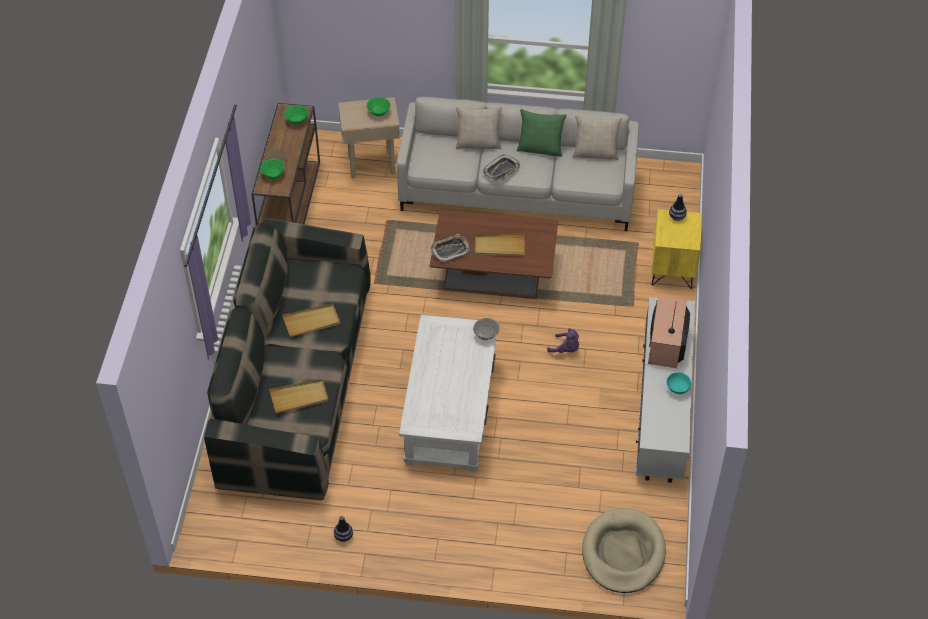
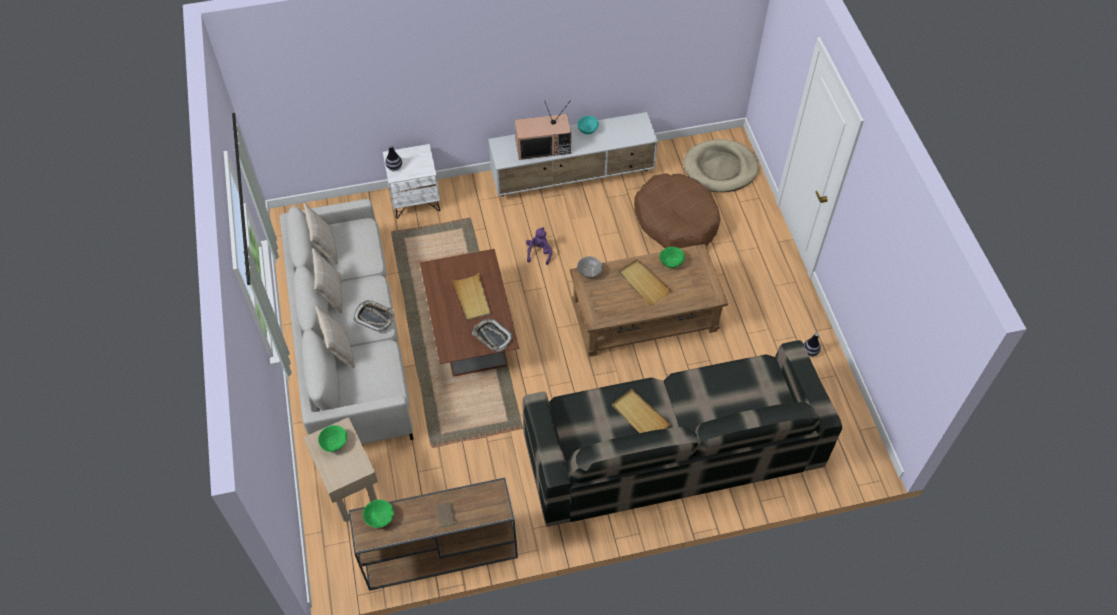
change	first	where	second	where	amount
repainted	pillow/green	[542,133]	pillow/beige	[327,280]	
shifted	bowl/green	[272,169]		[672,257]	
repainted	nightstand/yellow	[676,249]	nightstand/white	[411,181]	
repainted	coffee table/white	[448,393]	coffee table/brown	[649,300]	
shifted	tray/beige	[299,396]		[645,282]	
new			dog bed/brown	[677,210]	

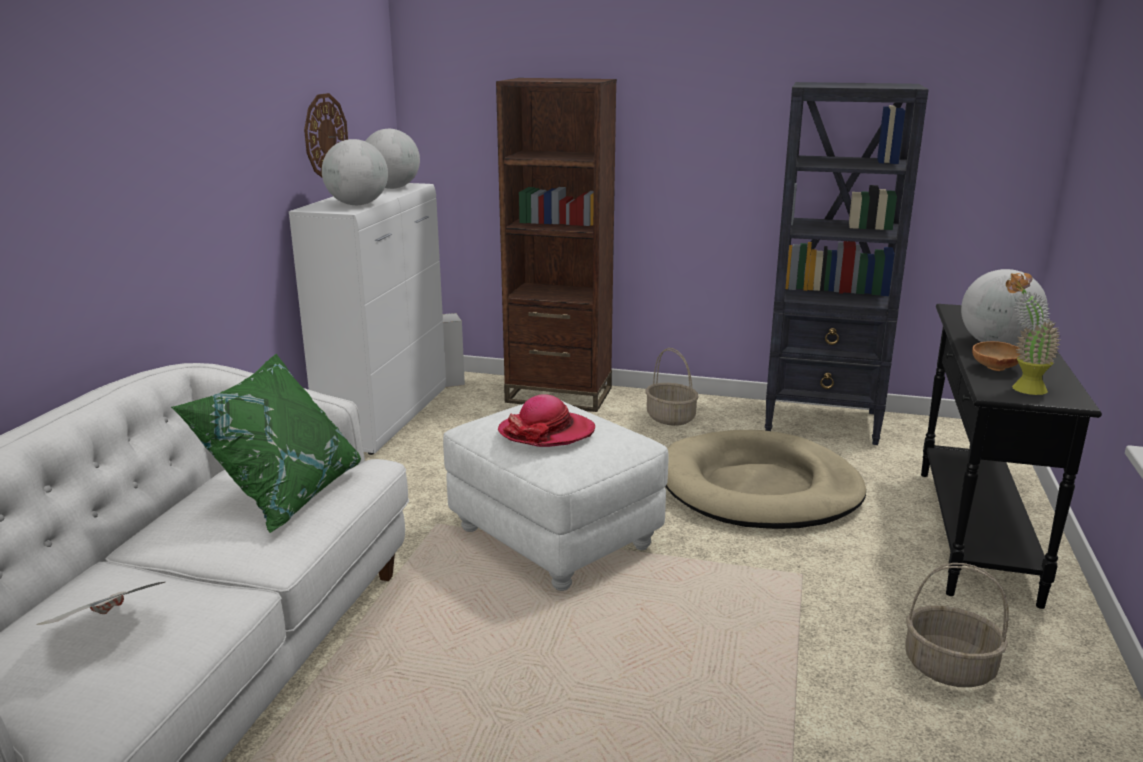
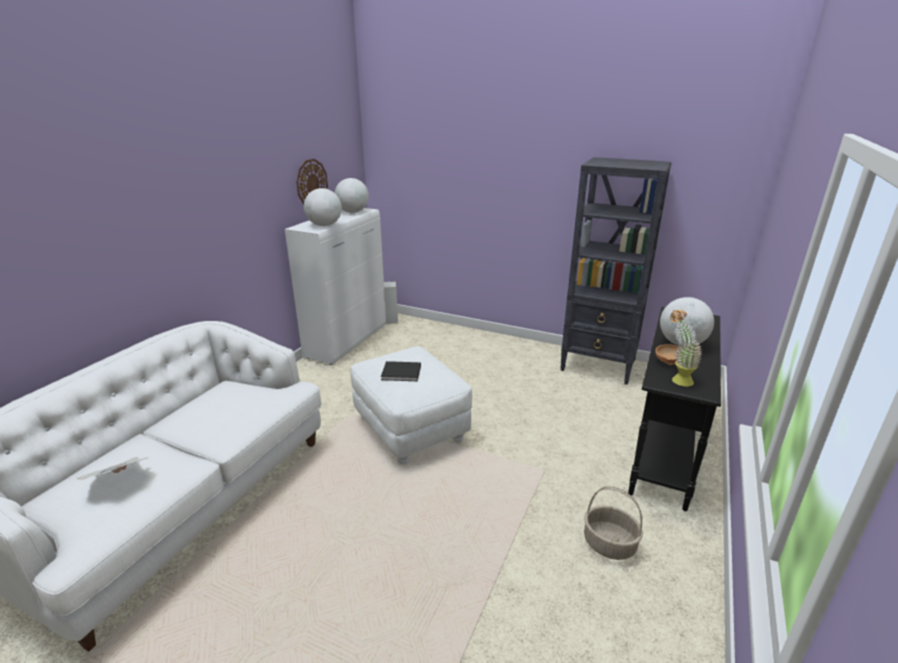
change	first	where	second	where	amount
gone	bookcase/brown	[556,245]			
gone	basket	[672,387]			
gone	pillow/green	[266,443]			
swapped	hat	[546,420]	book/black	[401,371]	
gone	dog bed/beige	[765,479]			

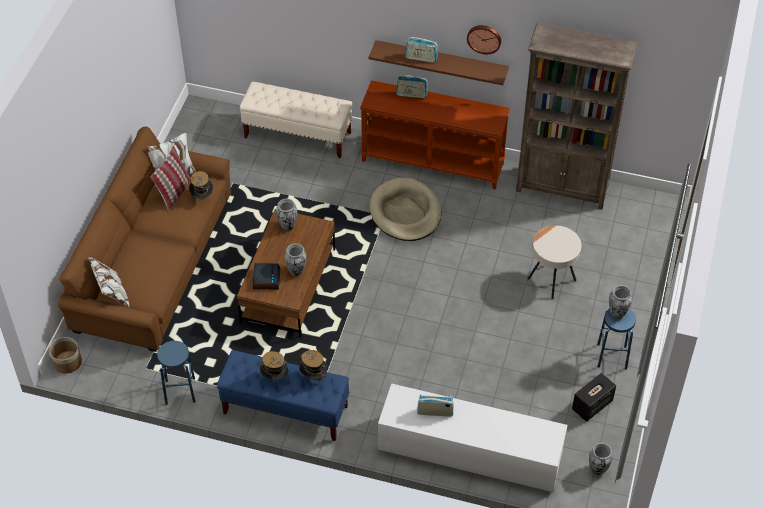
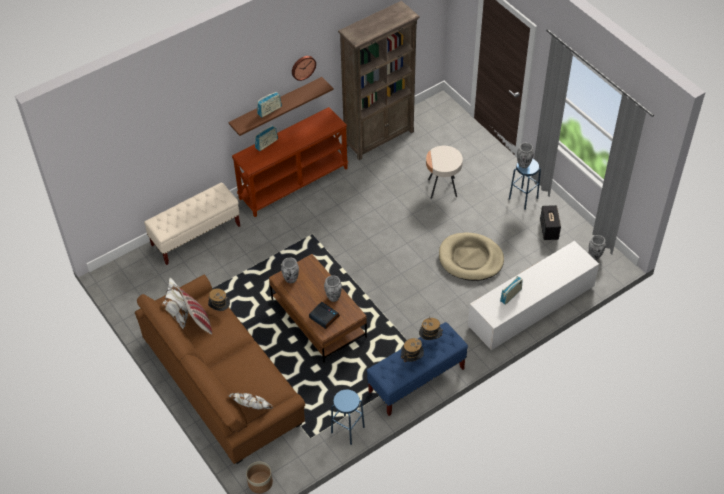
change	first	where	second	where	amount
shifted	dog bed/beige	[405,209]		[471,256]	

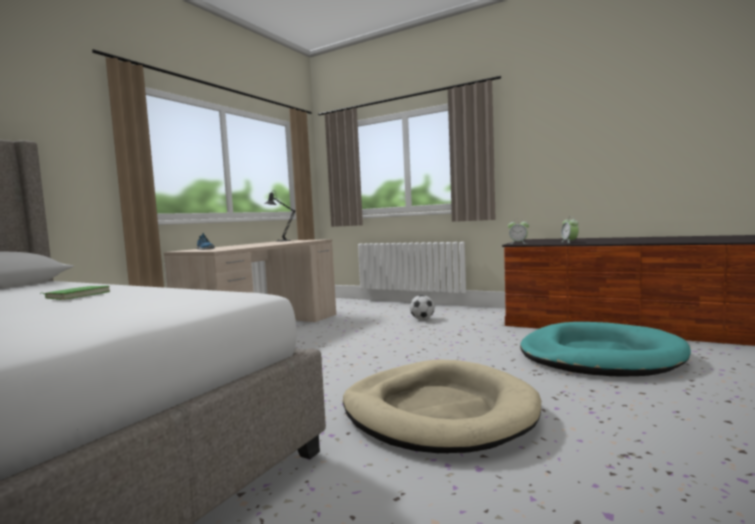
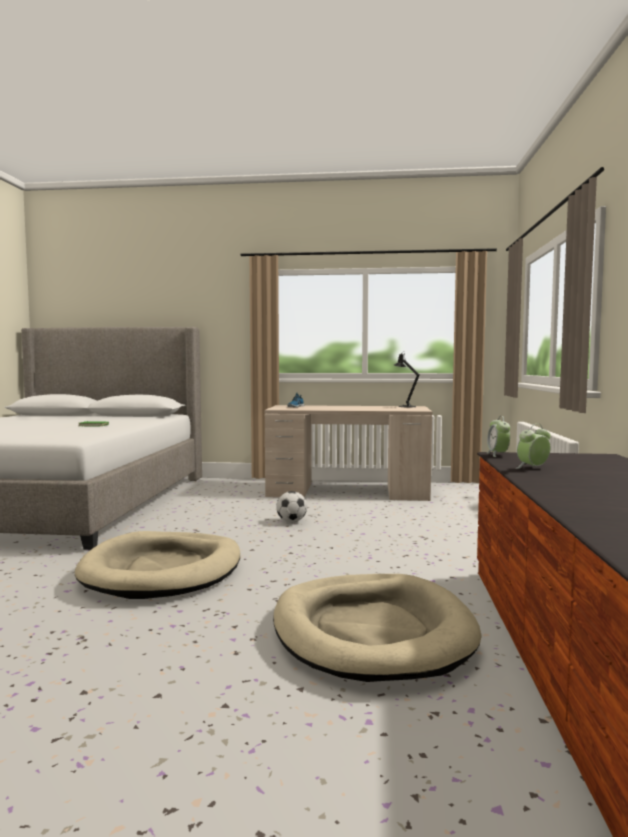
change	first	where	second	where	amount
shifted	football	[422,307]		[291,506]	
repainted	dog bed/turquoise	[605,349]	dog bed/beige	[377,628]	

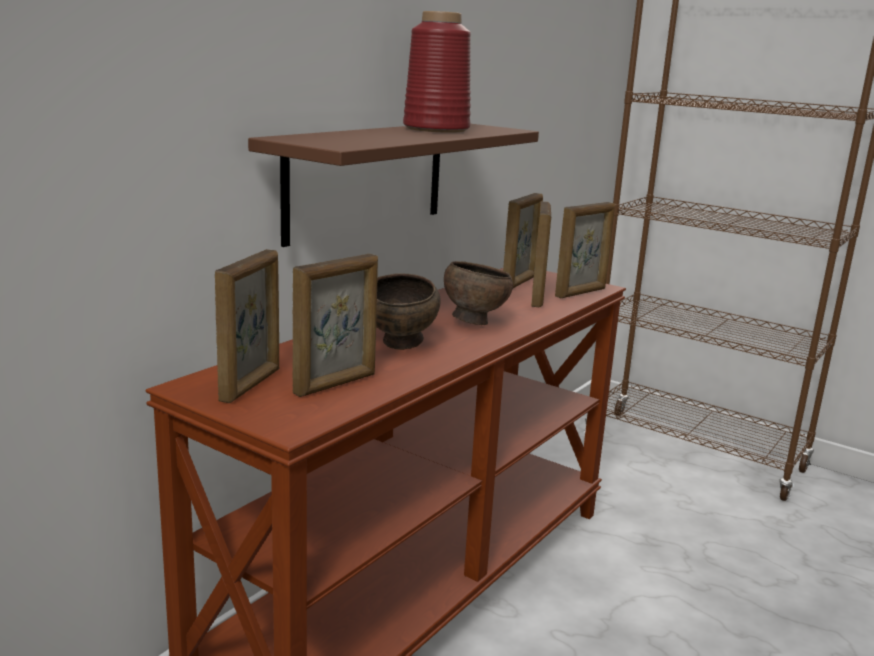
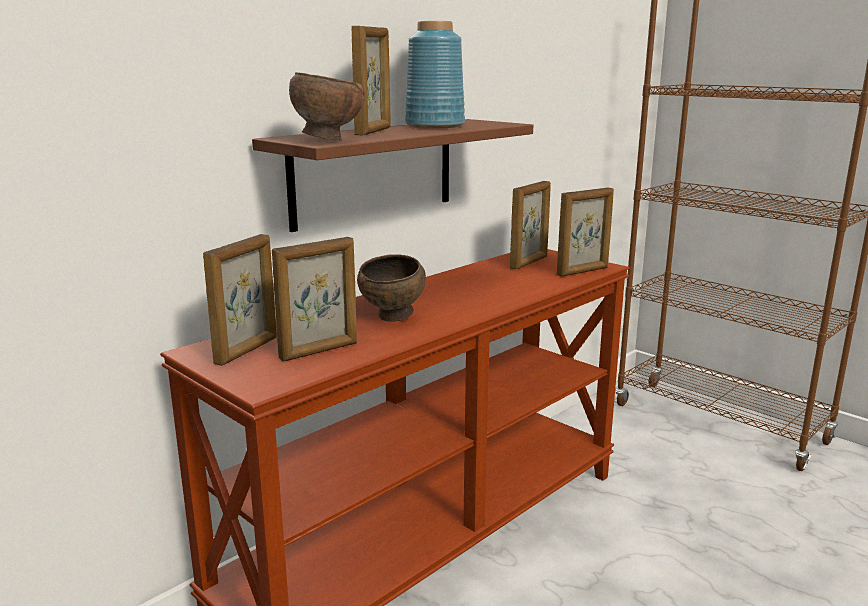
change	first	where	second	where	amount
repainted	vase/red	[437,72]	vase/blue	[435,74]	
shifted	picture frame	[541,254]		[371,80]	
shifted	bowl/brown	[478,293]		[327,106]	

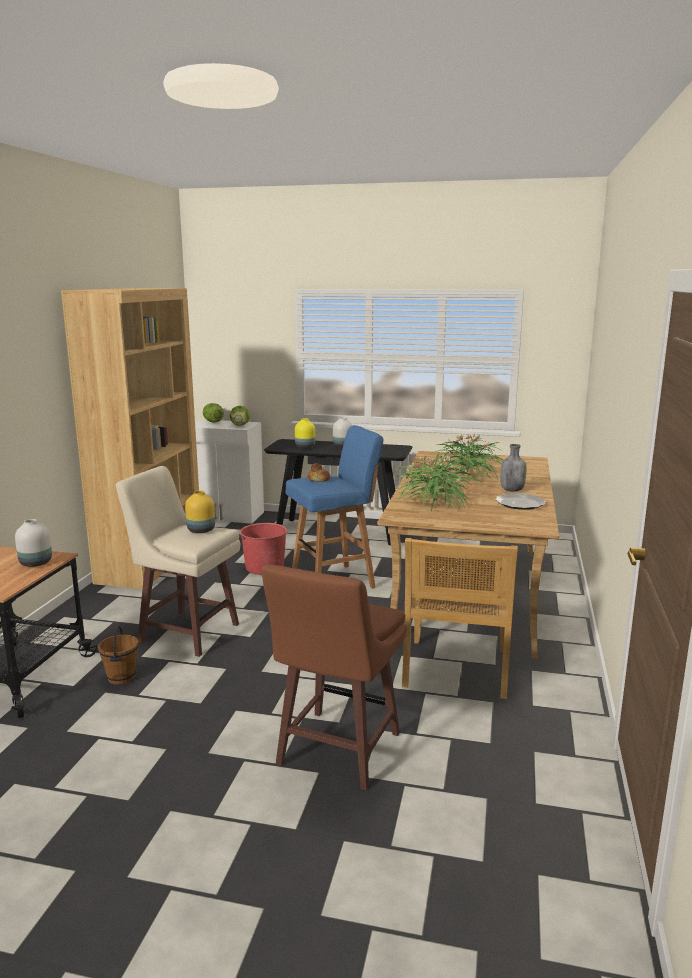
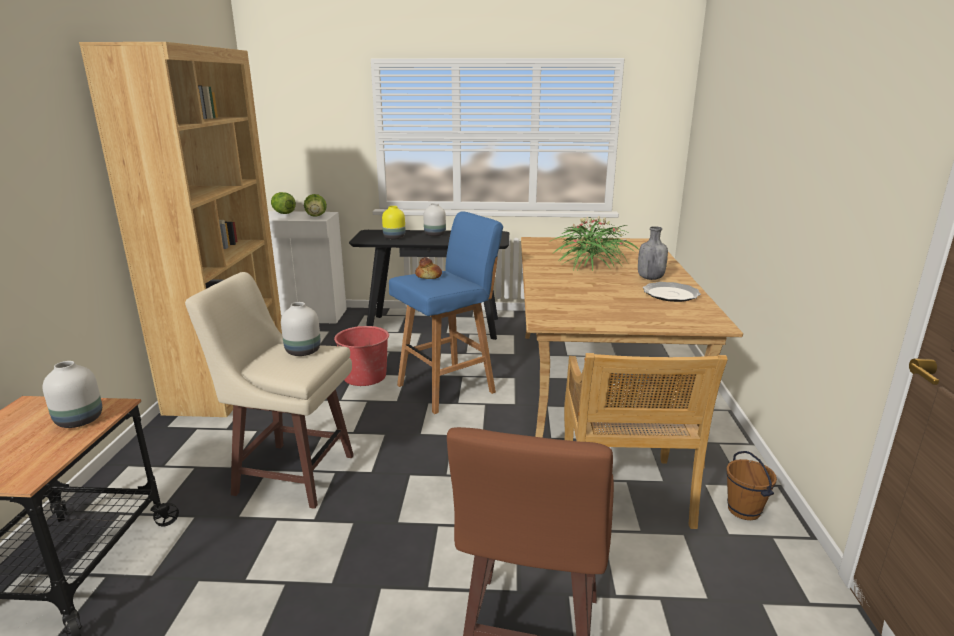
change	first	where	second	where	amount
gone	potted plant	[439,481]			
repainted	vase/yellow	[200,511]	vase/white	[301,329]	
shifted	bucket/brown	[118,655]		[751,485]	

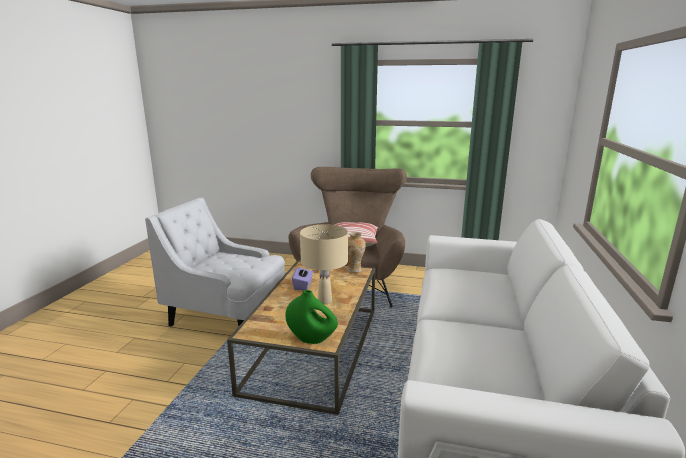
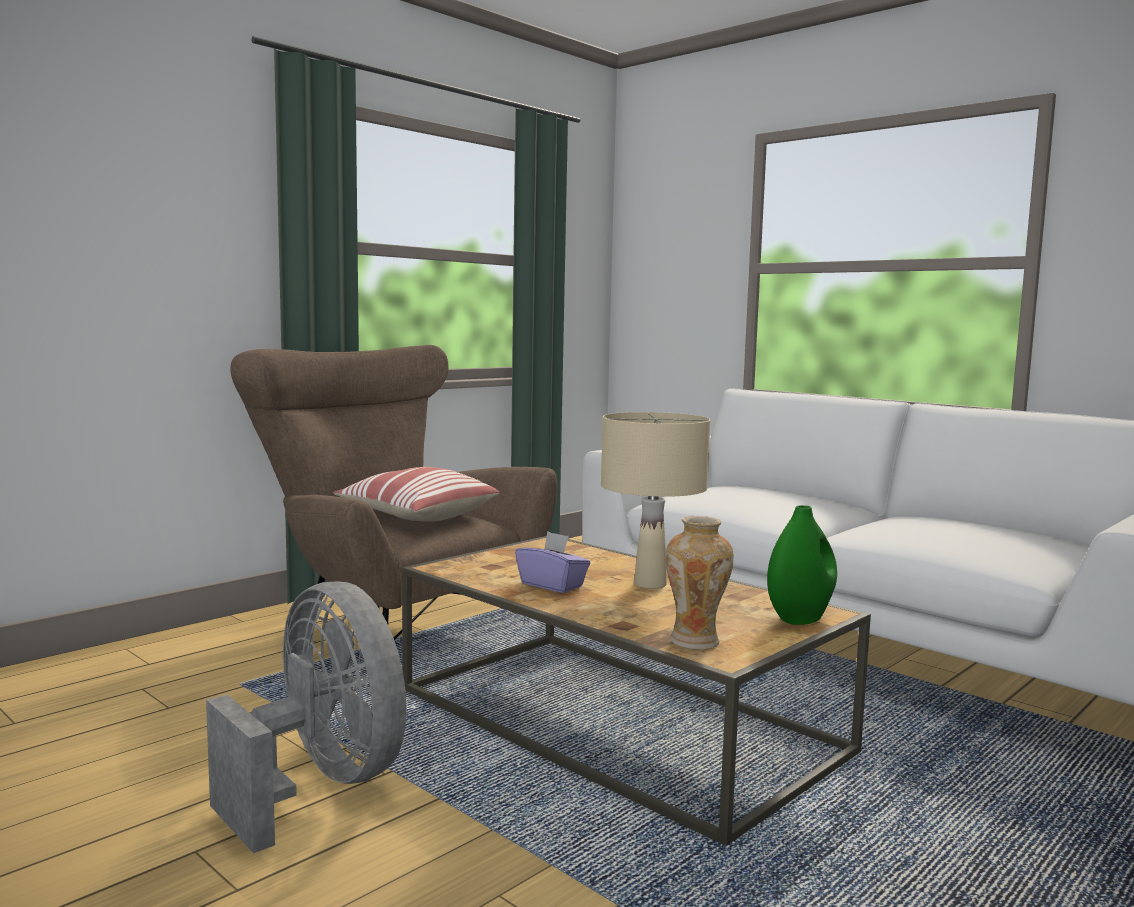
change	first	where	second	where	amount
swapped	armchair/white	[215,262]	fan/grey	[306,717]	
shifted	vase	[356,252]		[700,583]	

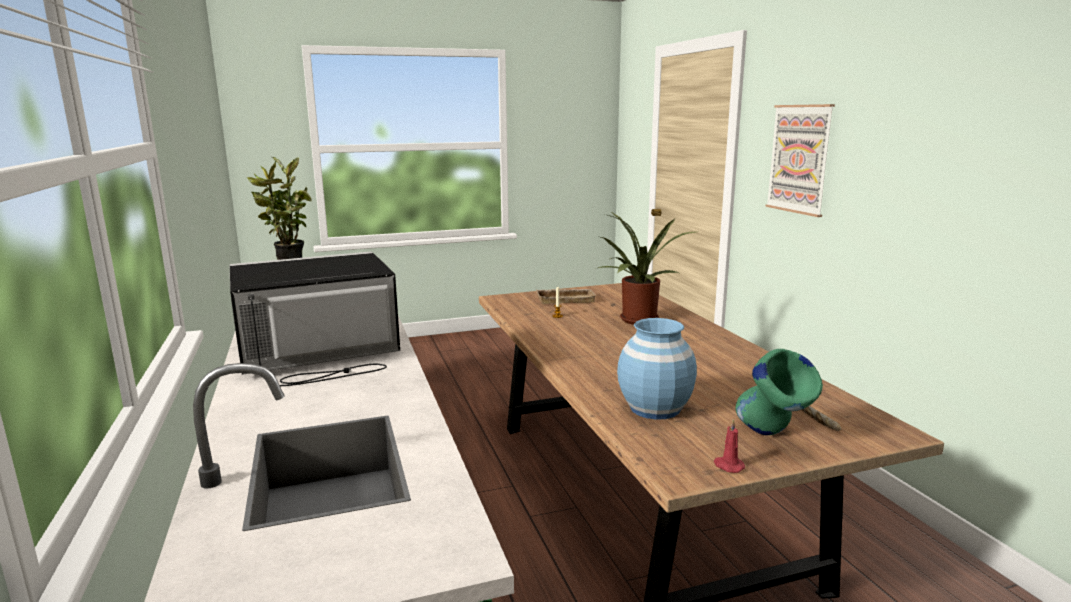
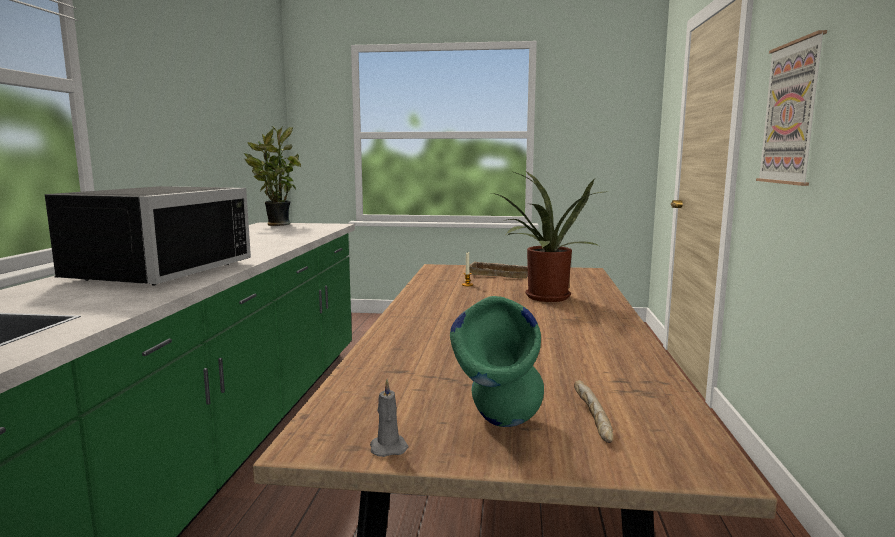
change	first	where	second	where	amount
rotated	microwave/black	[315,318]		[148,236]	105 degrees clockwise
gone	vase/blue	[657,369]			
repainted	candle/red	[729,446]	candle/grey	[389,418]	

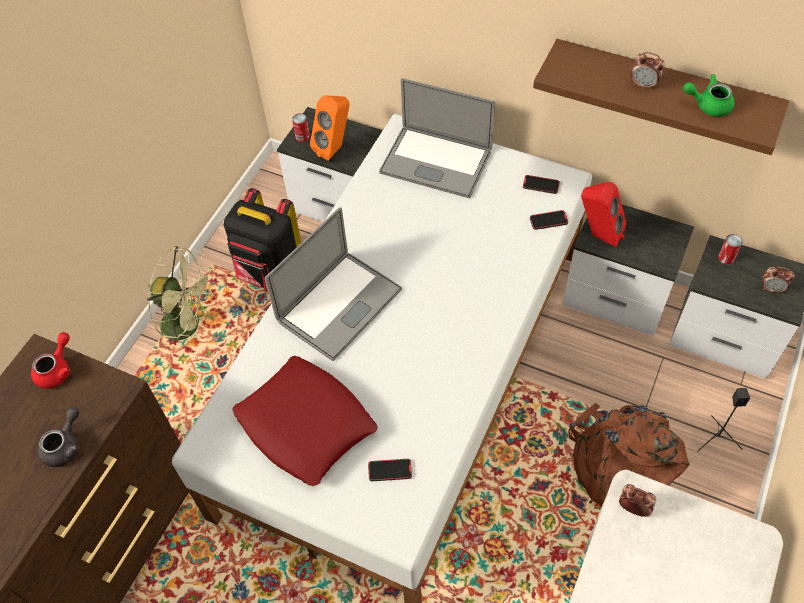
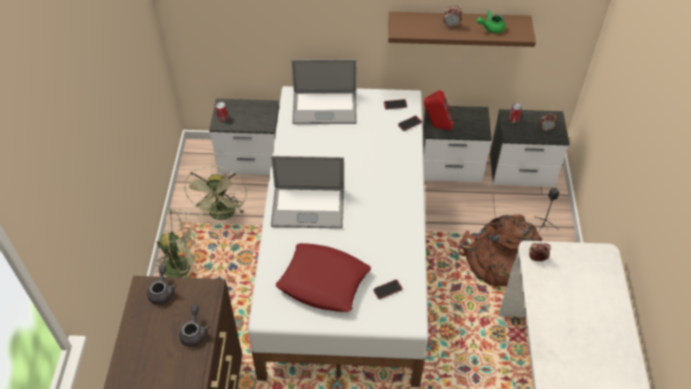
change	first	where	second	where	amount
gone	speaker/orange	[330,128]			
swapped	backpack/black	[262,238]	fan/green	[215,192]	
rotated	laptop	[333,284]		[307,192]	75 degrees clockwise
repainted	teapot/red	[50,360]	teapot/grey	[162,285]	

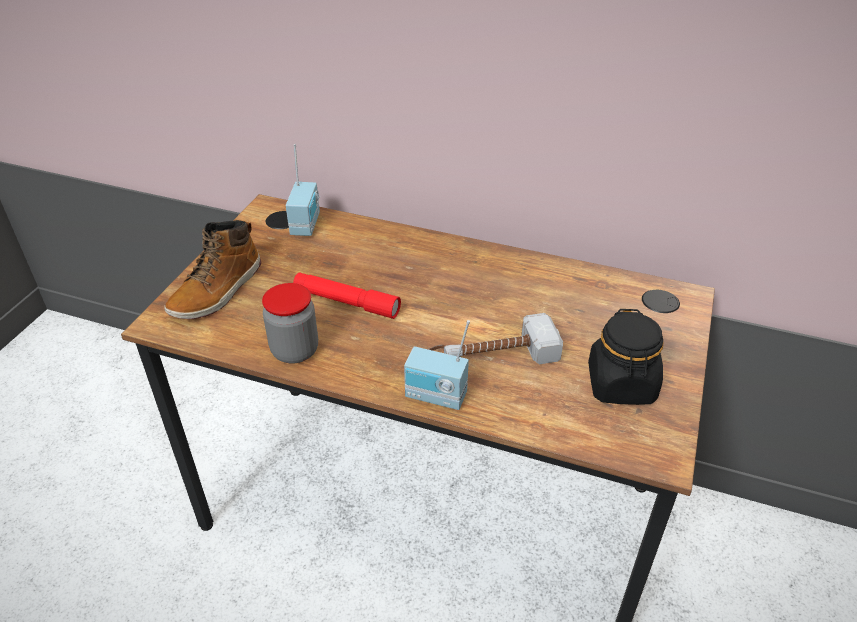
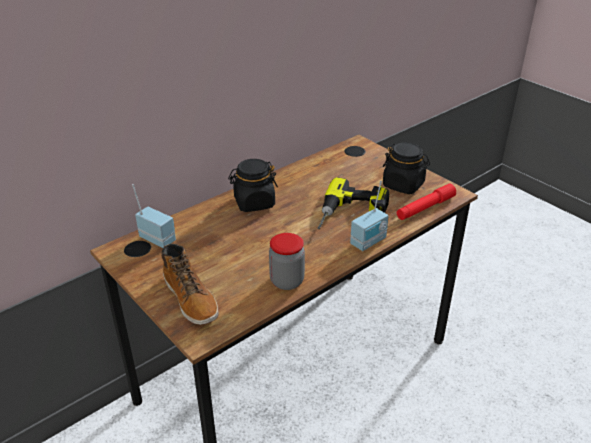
change	first	where	second	where	amount
shifted	flashlight/red	[347,296]		[426,202]	
swapped	hammer	[495,338]	power drill	[353,203]	
new			jar/black	[253,185]	

